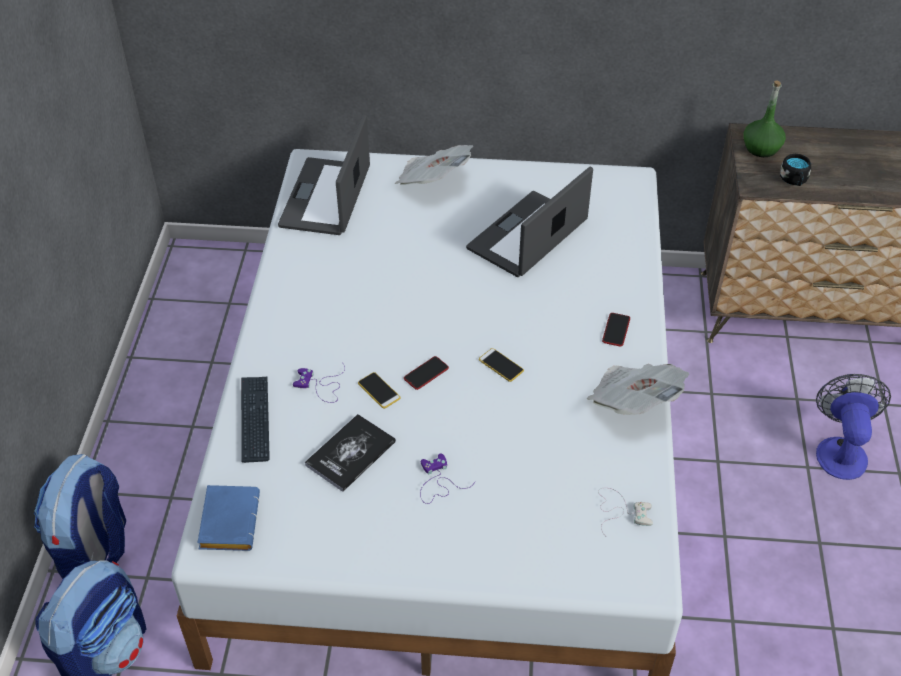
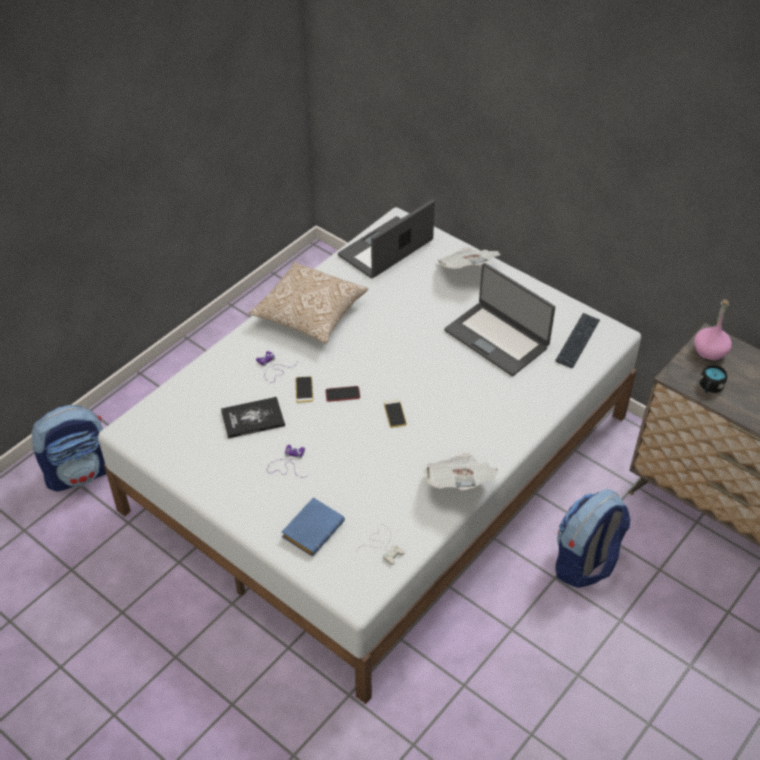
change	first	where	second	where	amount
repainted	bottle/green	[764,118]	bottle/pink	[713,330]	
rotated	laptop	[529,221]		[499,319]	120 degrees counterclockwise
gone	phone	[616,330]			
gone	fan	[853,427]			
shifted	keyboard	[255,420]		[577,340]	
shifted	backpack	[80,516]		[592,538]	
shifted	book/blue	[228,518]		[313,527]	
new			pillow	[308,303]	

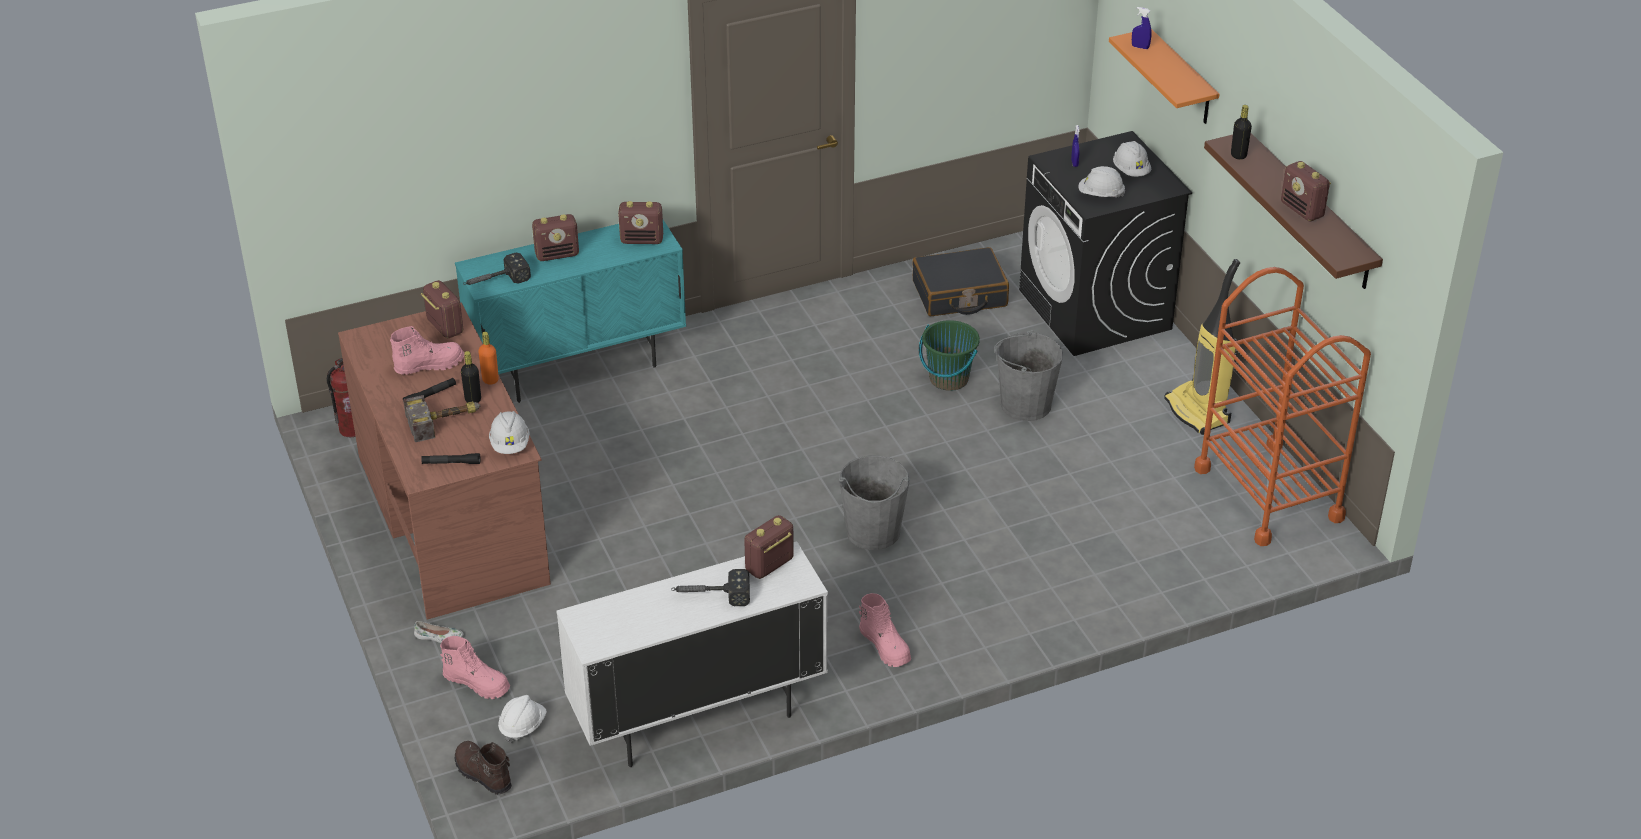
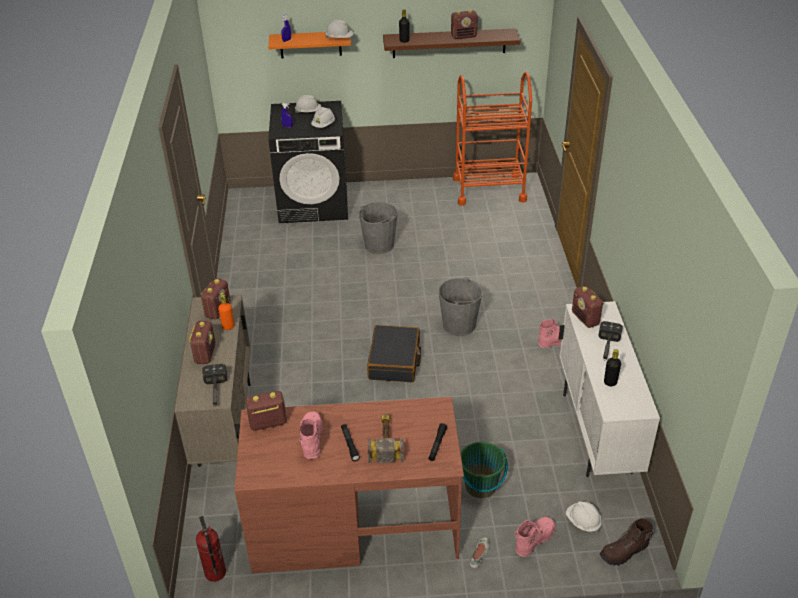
change	first	where	second	where	amount
repainted	cabinet/turquoise	[570,311]	cabinet/beige	[213,381]	
shifted	suitcase/black	[960,281]		[394,354]	
gone	vacuum cleaner	[1202,347]			
shifted	bucket/green	[949,355]		[484,470]	
shifted	bottle/orange	[488,358]		[226,312]	
shifted	bottle/black	[471,377]		[612,367]	
shifted	hard hat/white	[509,432]		[339,29]	

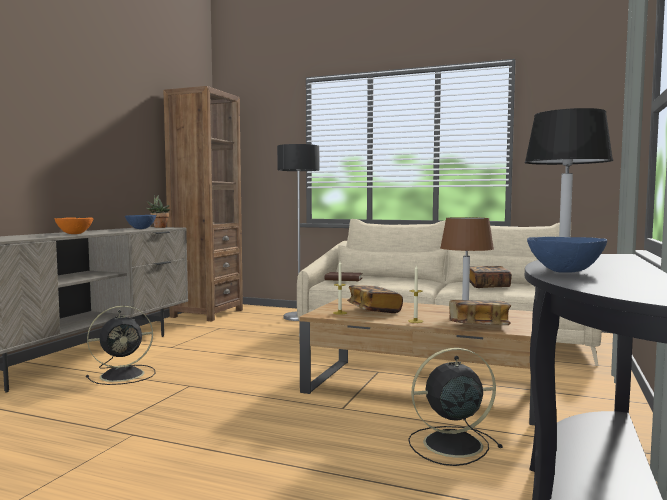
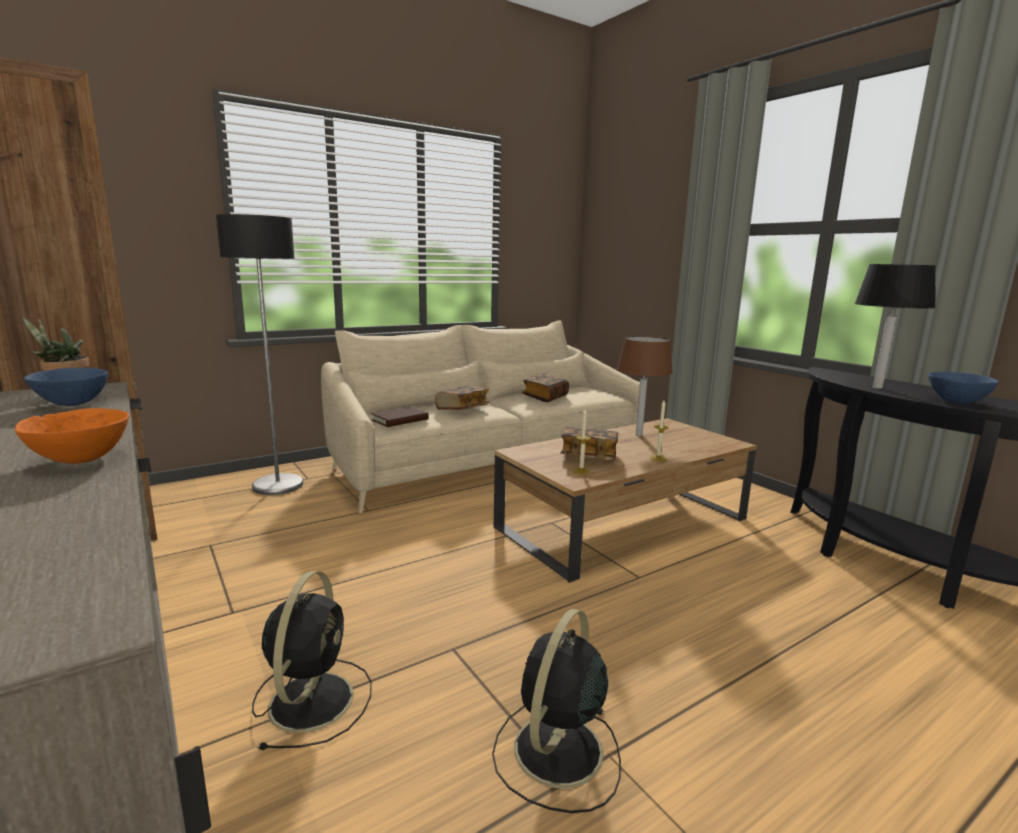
change	first	where	second	where	amount
shifted	book	[480,312]		[462,398]	
shifted	fan/black	[455,407]		[556,710]	

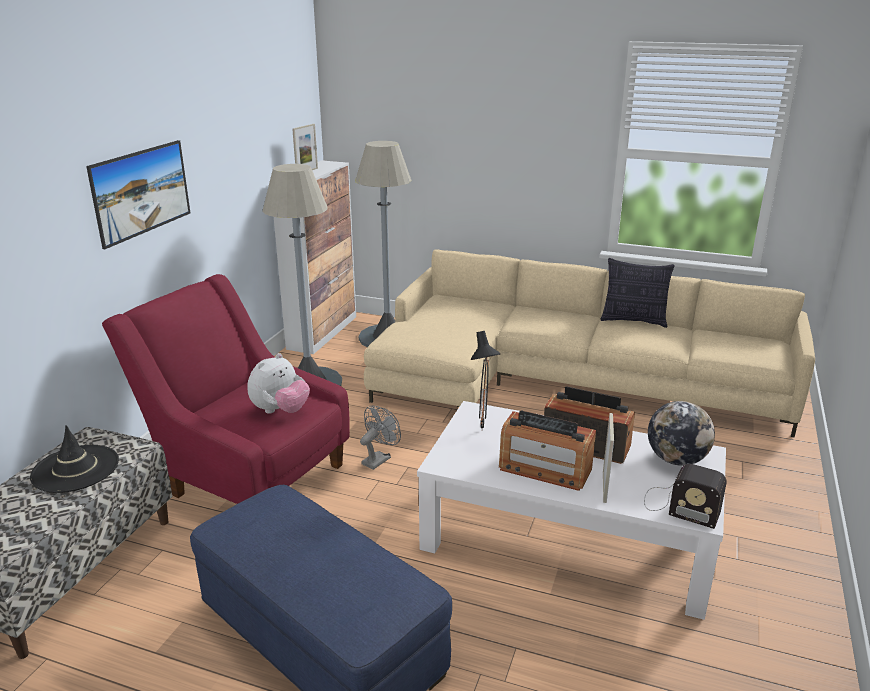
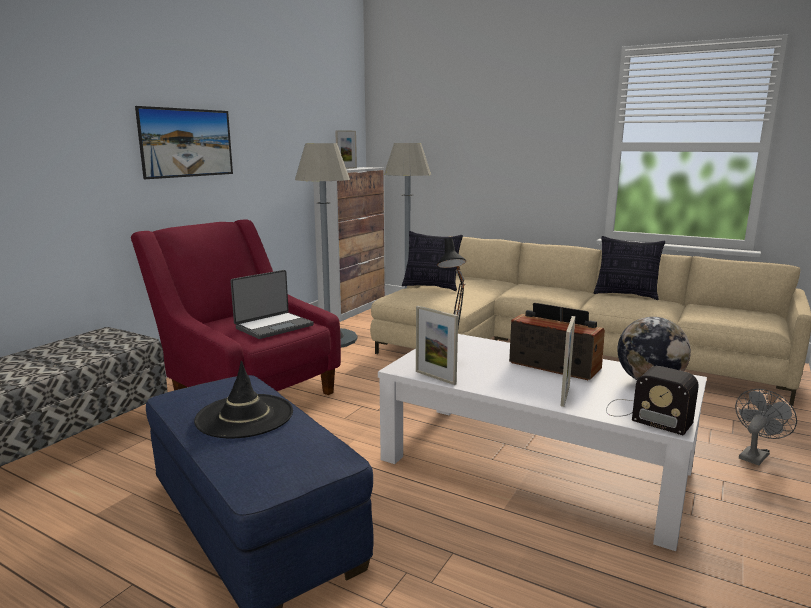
change	first	where	second	where	amount
swapped	plush toy	[278,383]	laptop	[272,304]	
shifted	fan/grey	[380,438]		[766,427]	
gone	radio	[547,450]			
shifted	hat/black	[74,459]		[243,399]	
new			pillow	[432,261]	
new			picture frame	[437,345]	

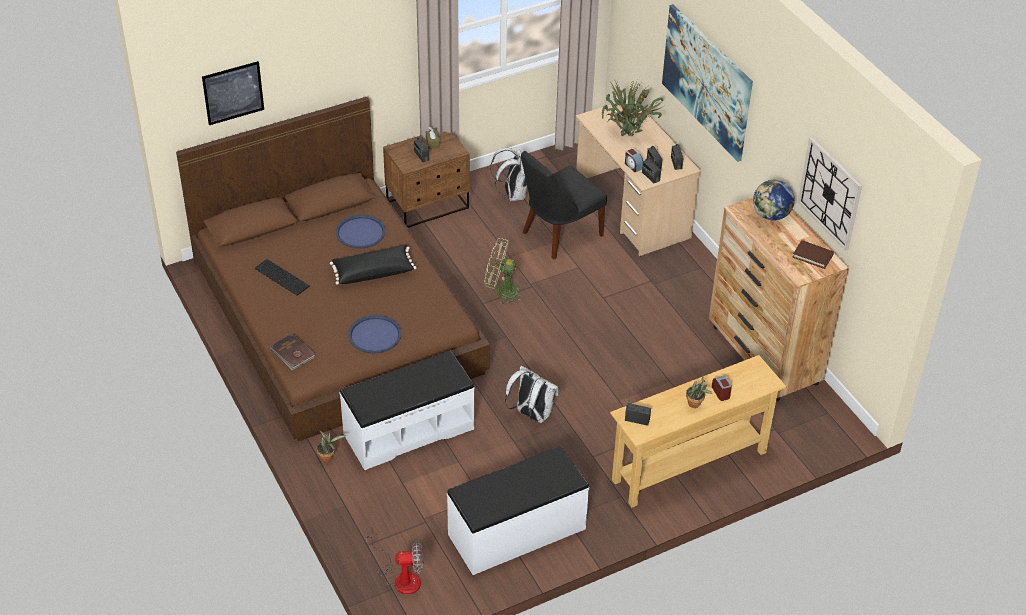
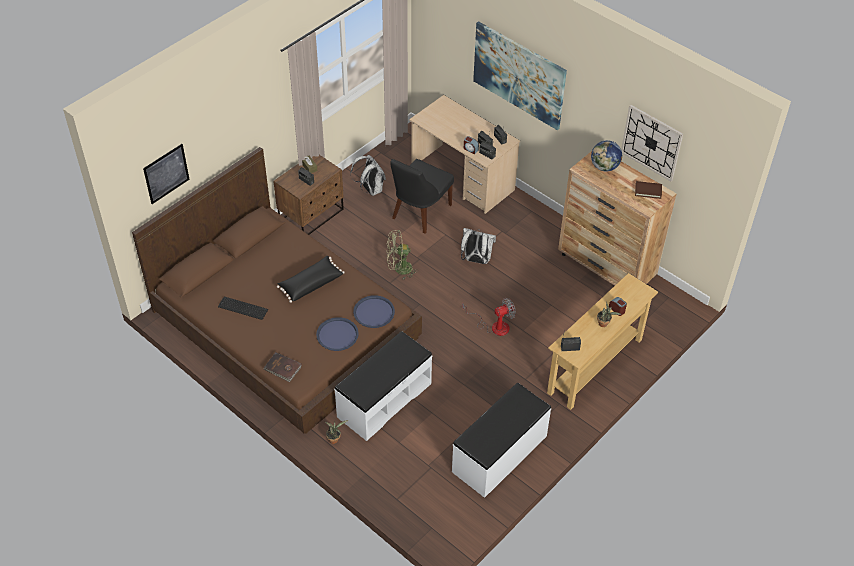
change	first	where	second	where	amount
gone	potted plant	[633,107]			
shifted	tray/blue	[360,232]		[374,311]	
shifted	backpack/white	[532,394]		[478,246]	
shifted	fan	[395,562]		[489,317]	

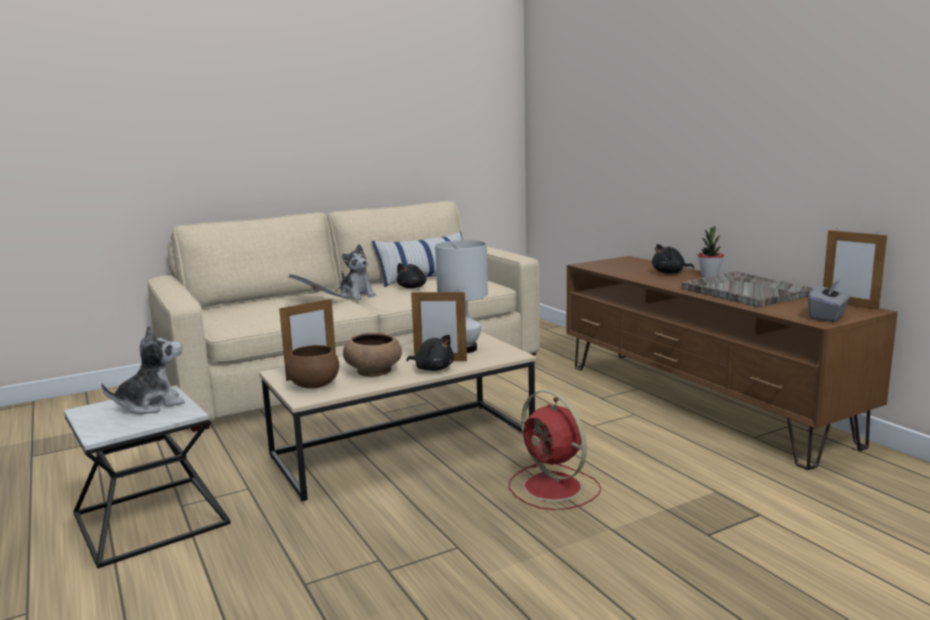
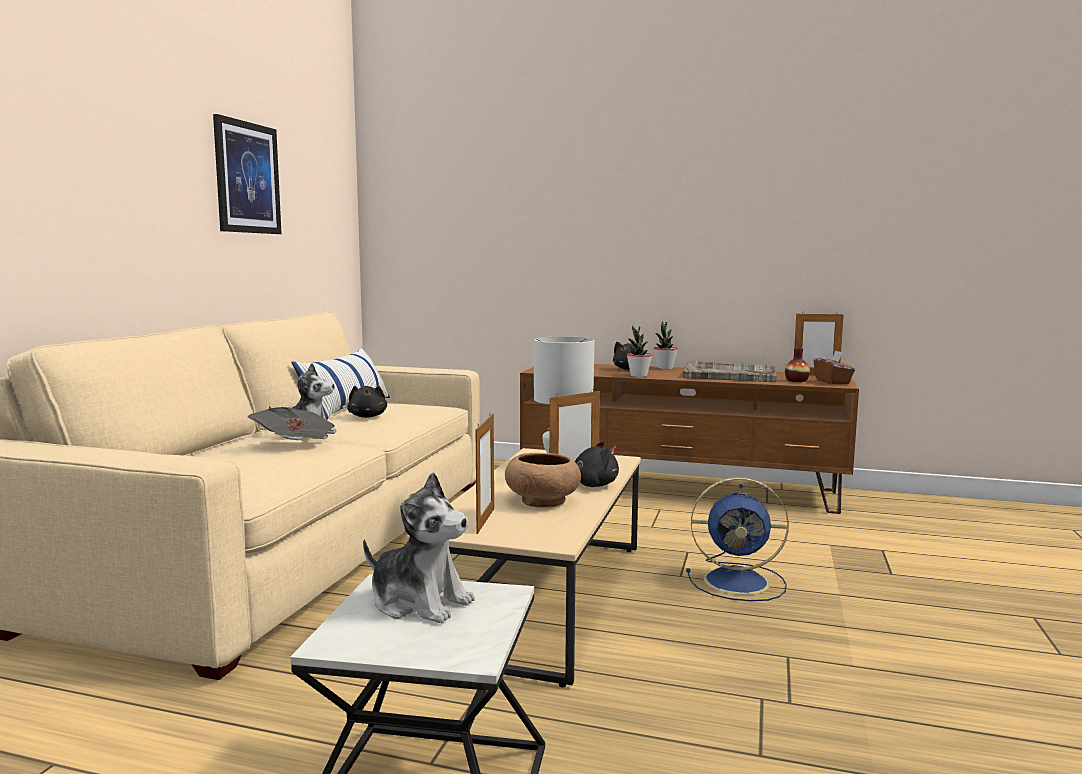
change	first	where	second	where	amount
repainted	tissue box/grey	[829,301]	tissue box/brown	[834,367]	
rotated	plush toy	[143,369]		[419,547]	105 degrees clockwise
gone	bowl/brown	[312,367]			
repainted	fan/red	[555,450]	fan/blue	[737,539]	
new			picture	[247,174]	
new			potted plant	[639,351]	
new			vase	[797,365]	

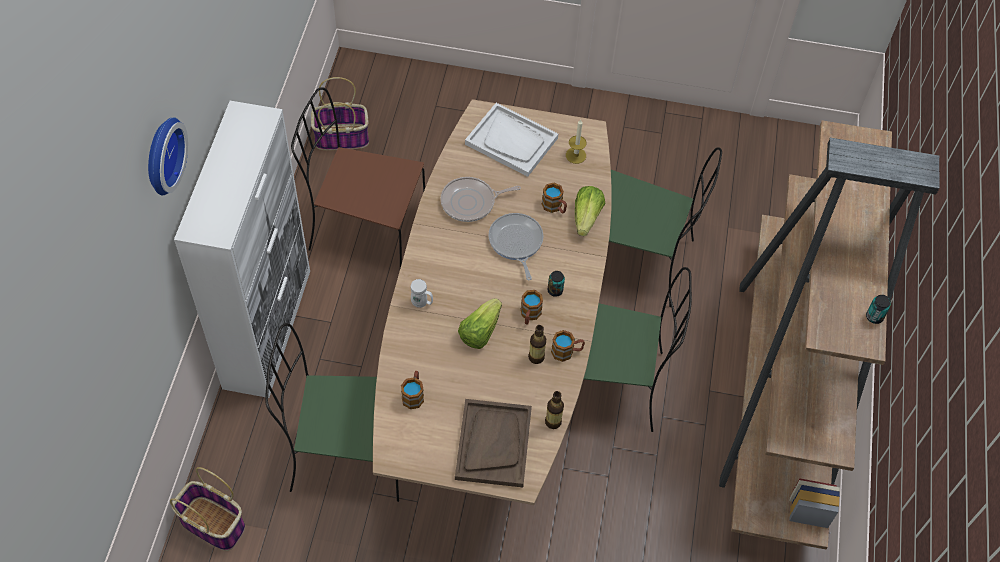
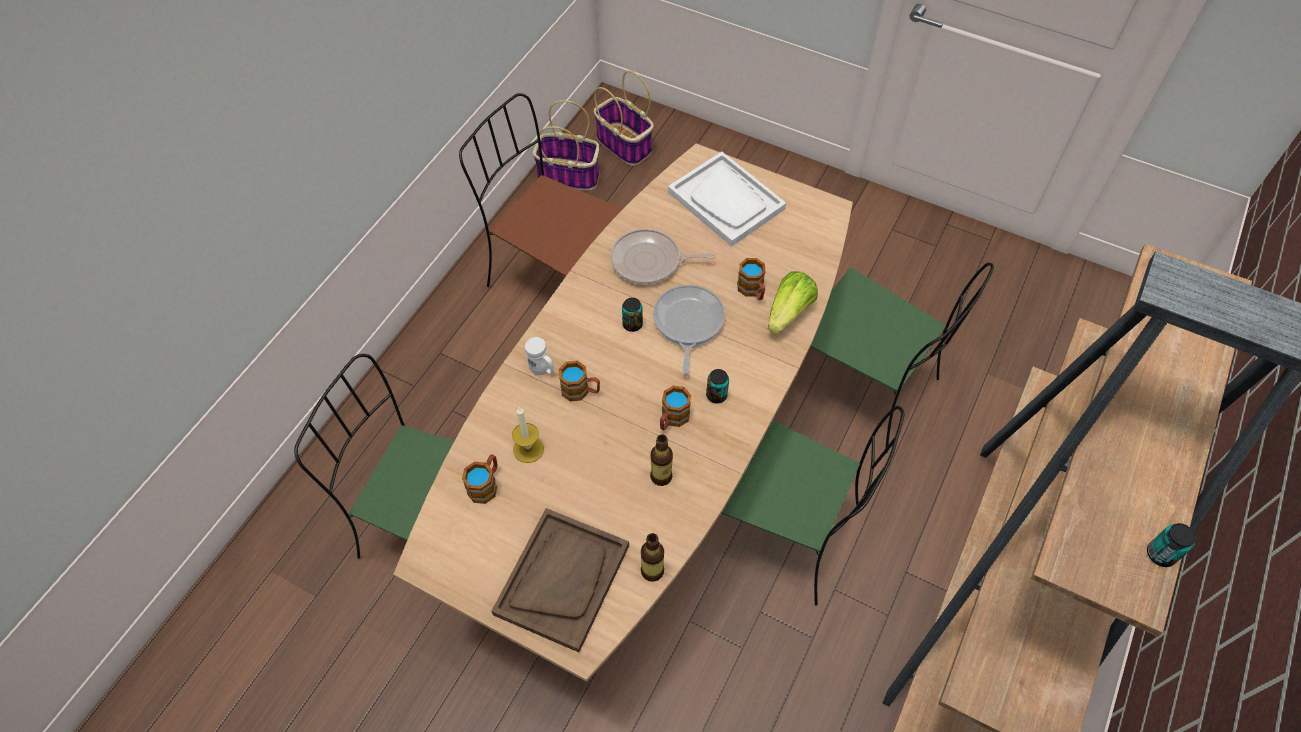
change	first	where	second	where	amount
gone	cabinet/white	[242,249]			
gone	wall clock	[168,156]			
shifted	candle	[576,142]		[528,435]	
gone	lettuce	[480,323]			
shifted	mug	[568,346]		[579,381]	
shifted	basket	[207,509]		[624,118]	
new			can	[632,315]	

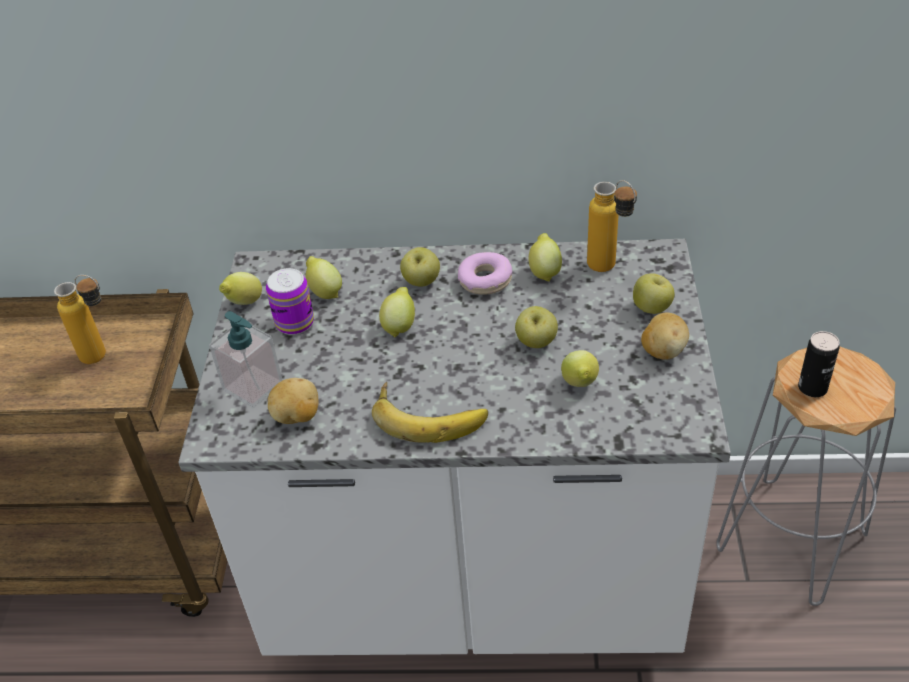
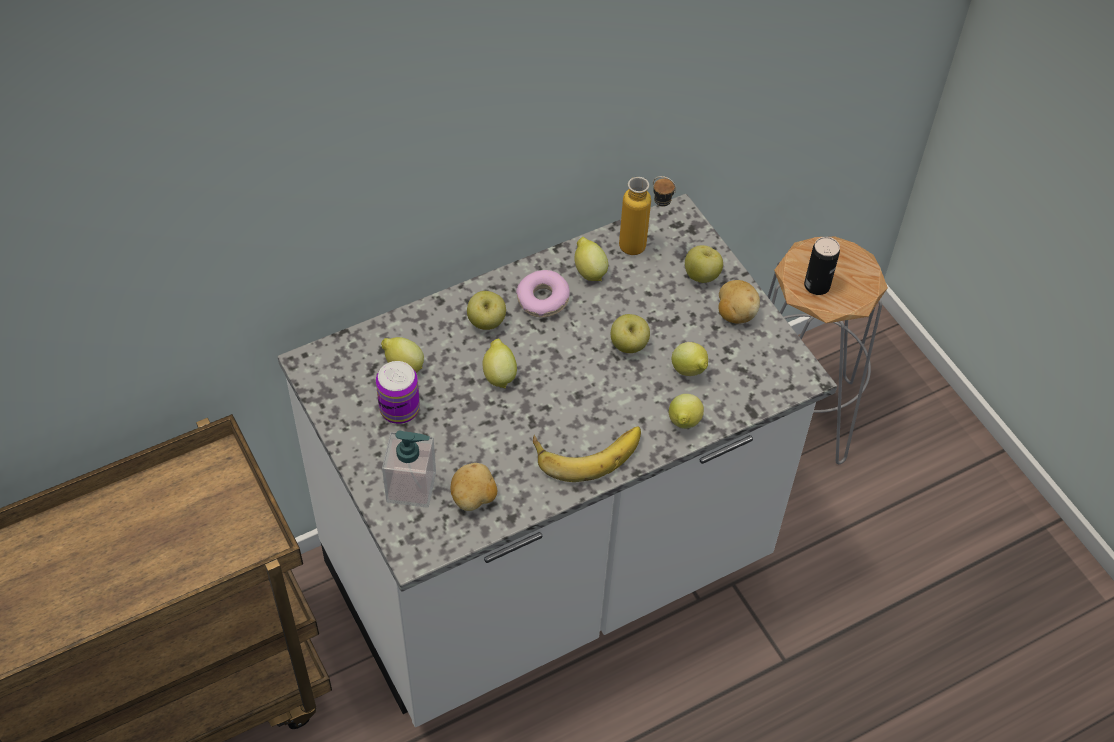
change	first	where	second	where	amount
shifted	lemon	[240,288]		[686,411]	
gone	bottle	[80,319]			

